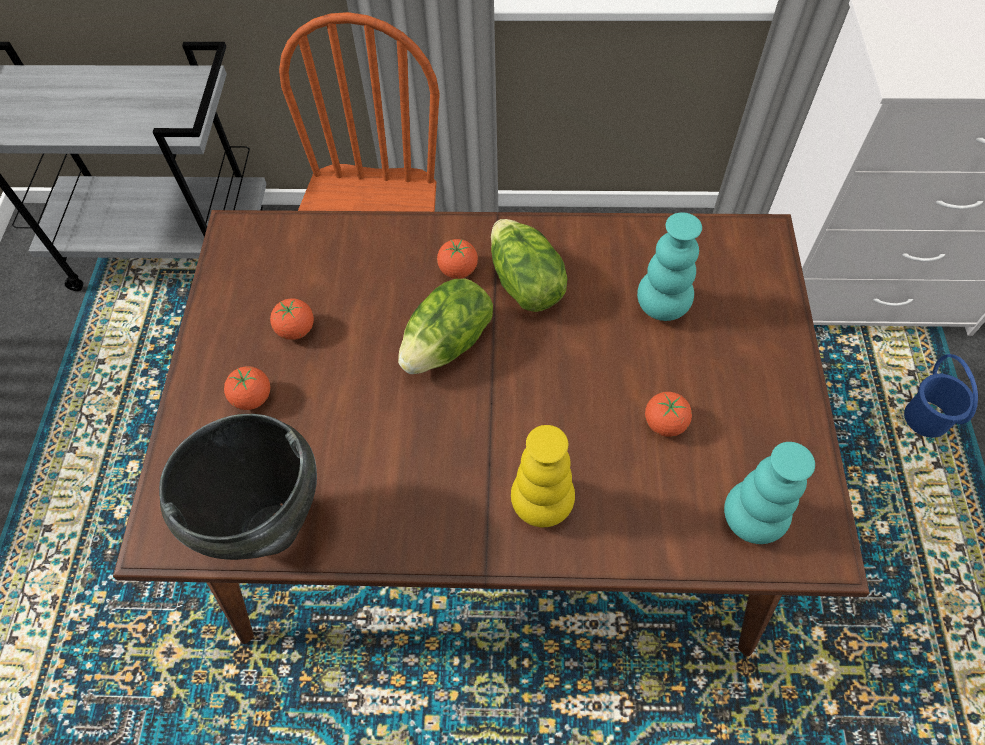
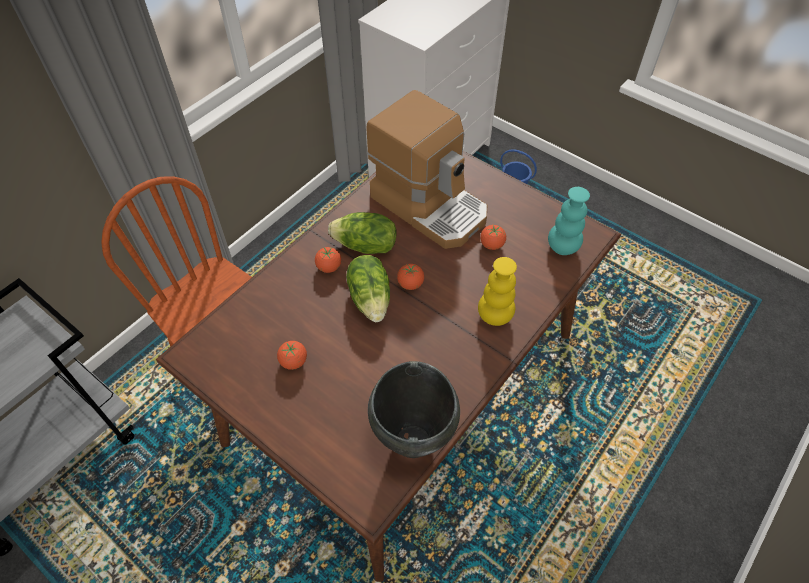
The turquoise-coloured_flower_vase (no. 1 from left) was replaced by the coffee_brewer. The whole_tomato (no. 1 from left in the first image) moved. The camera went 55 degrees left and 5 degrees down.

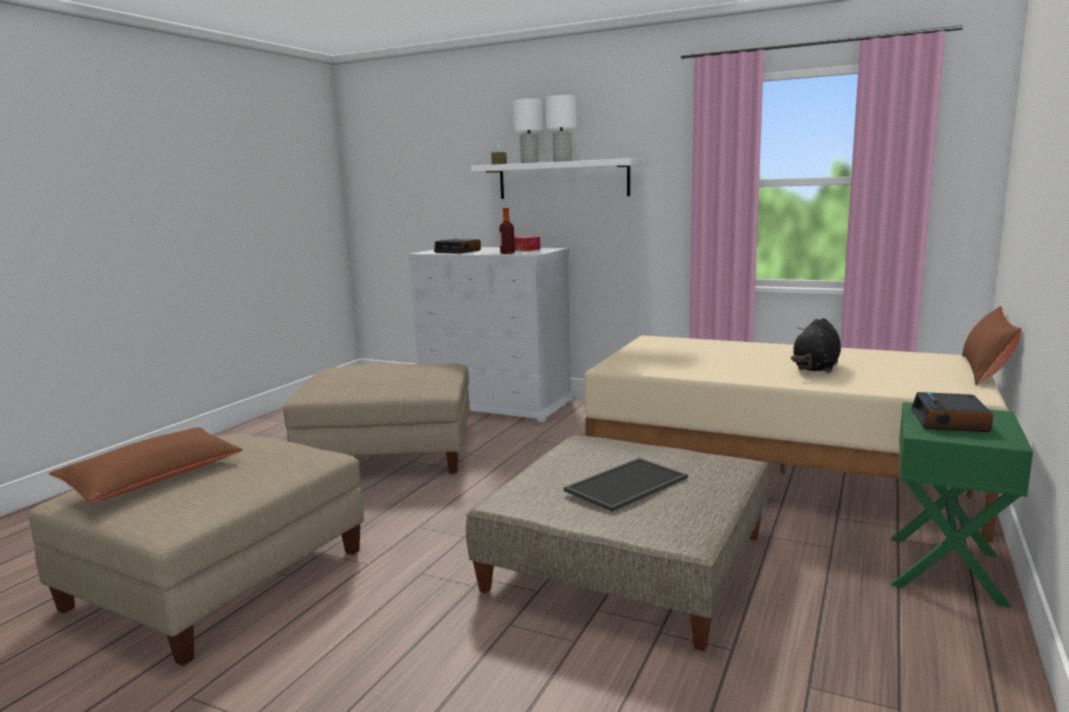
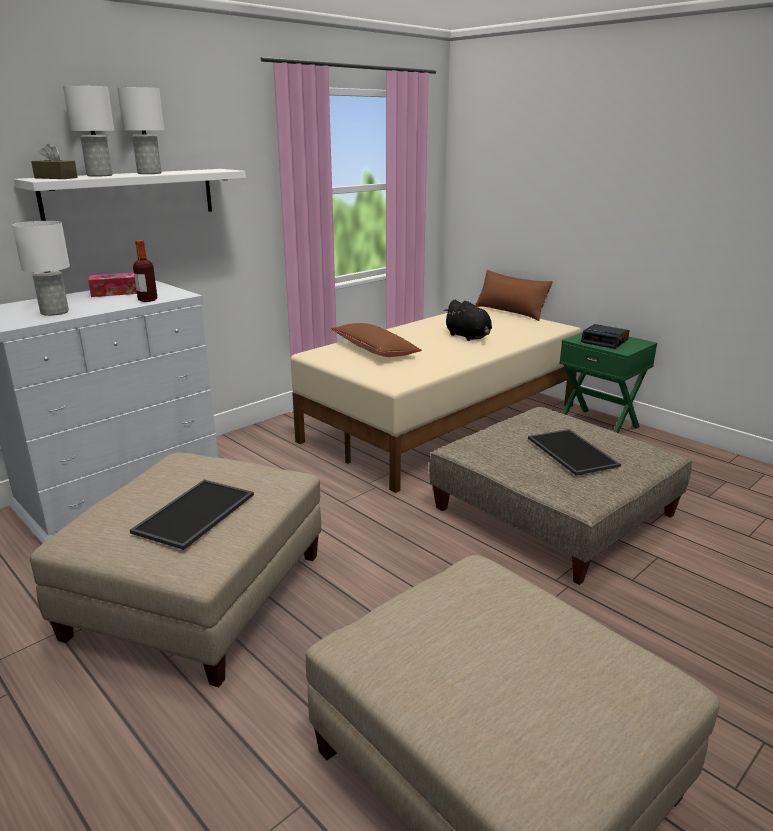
The table_clock (no. 1 from left) was replaced by the white_tabletop_lamp (no. 1 from left). The brown_pillow (no. 1 from left) moved. The serving_tray (no. 1 from left) appeared. The camera went 70 degrees left and 10 degrees up.

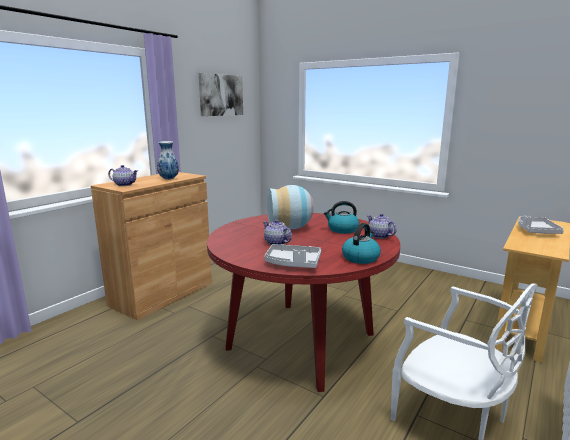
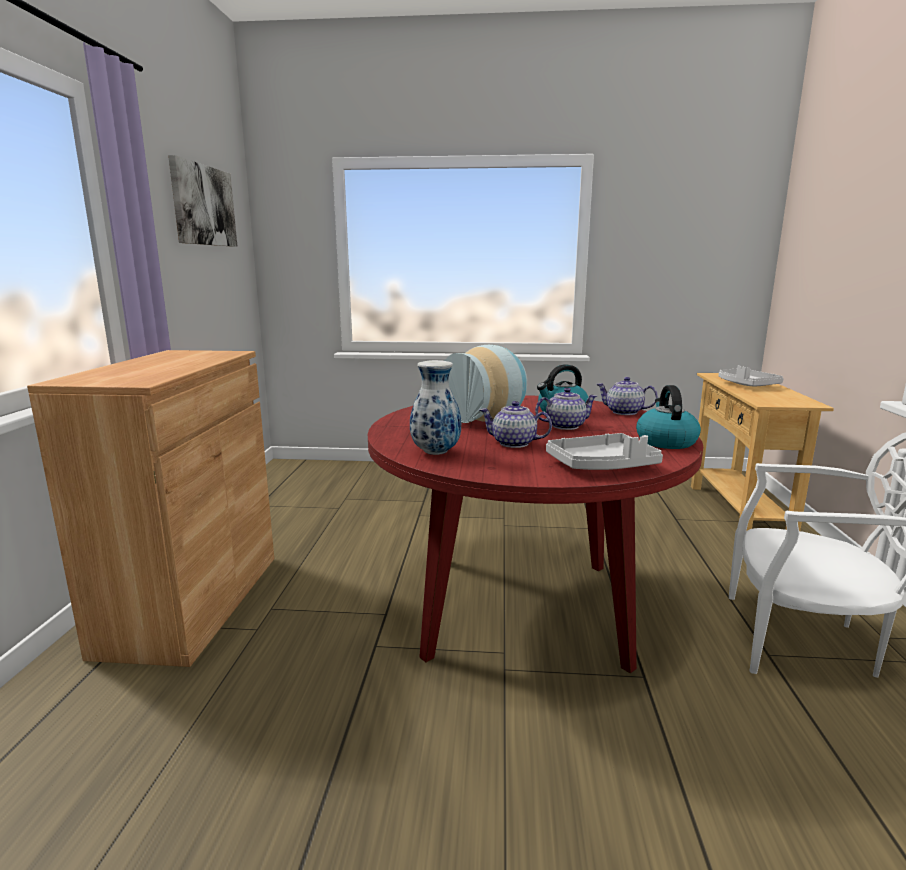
The flower_vase (no. 1 from left) moved. The pot_for_tea (no. 1 from left in the first image) moved. The camera went 30 degrees left and 0 degrees up.

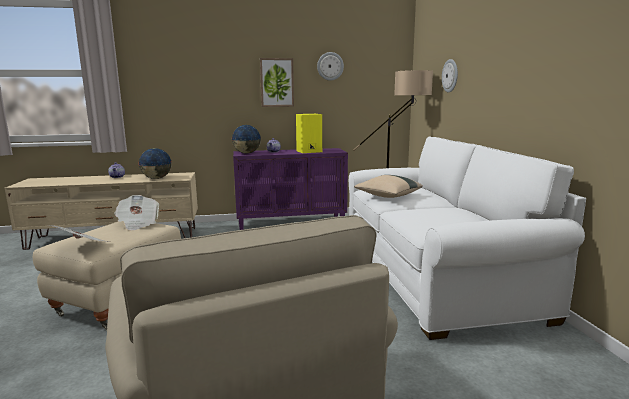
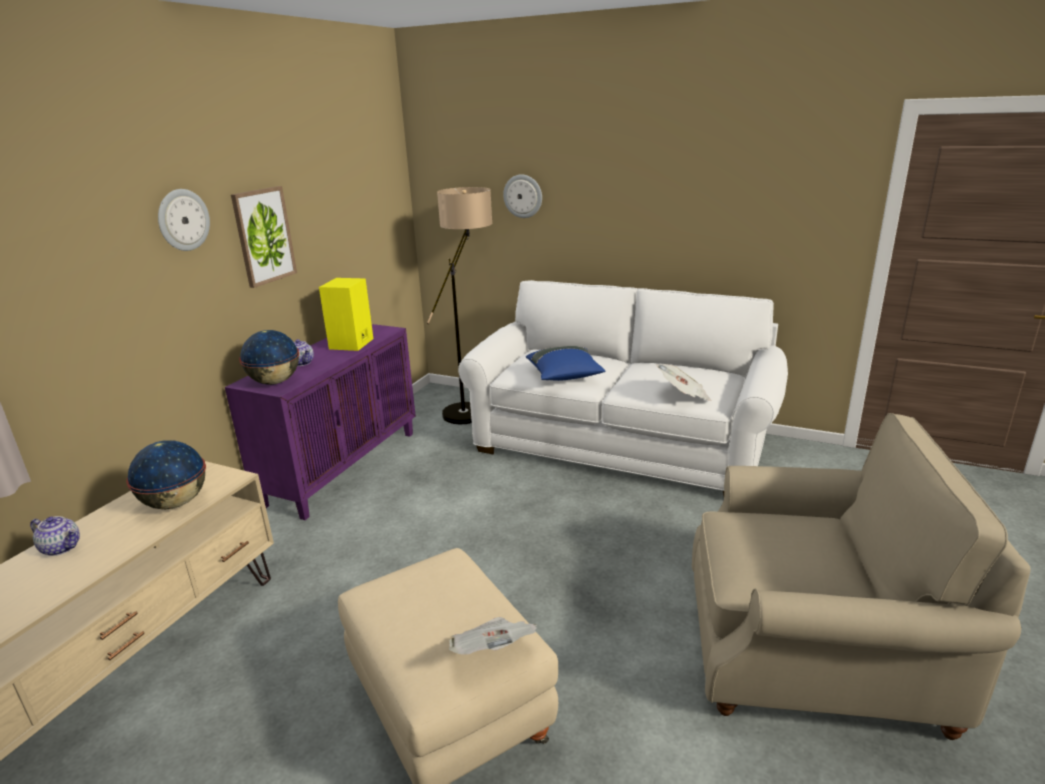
The hanging_clock (no. 1 from left) moved. The beige_pillow became the bluish_pillow. The printed_paper (no. 2 from left) moved. The camera went 55 degrees left and 10 degrees up.

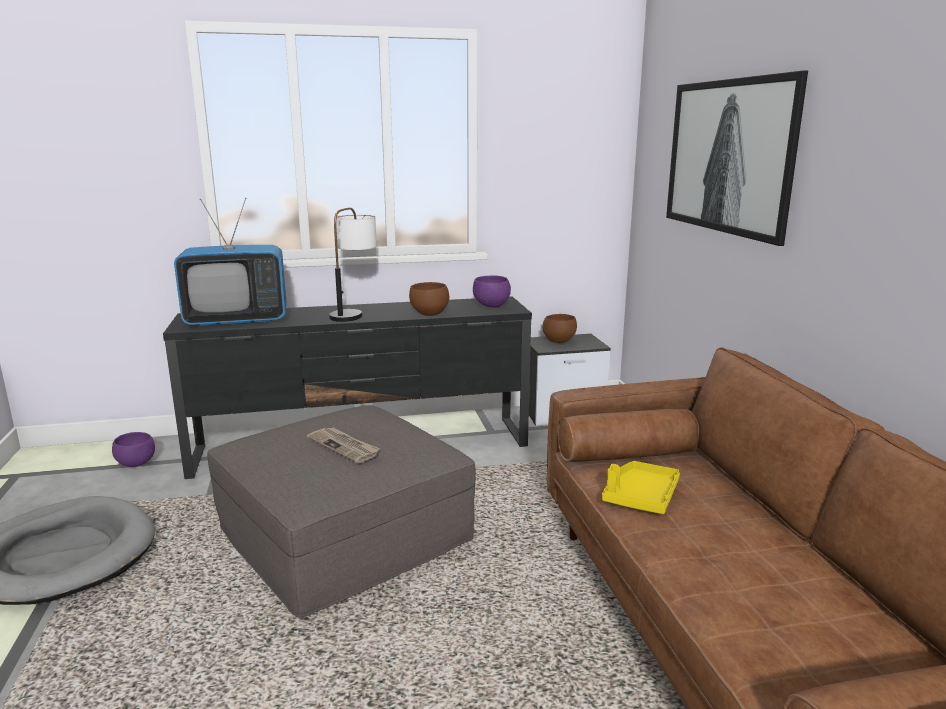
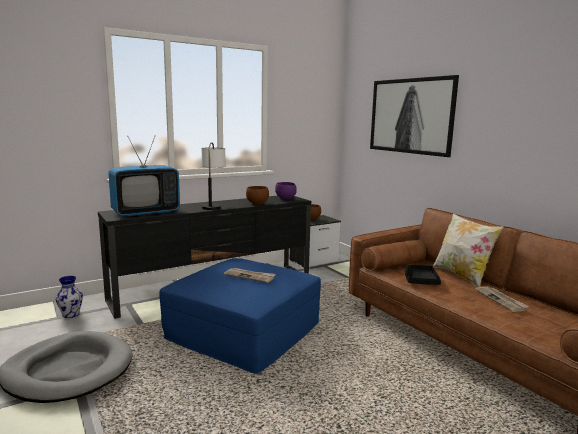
The greyish_footrest became the bluish_footrest. The purple_bowl (no. 1 from left) was replaced by the flower_vase. The yellow_serving_tray became the blackish_serving_tray. The pillow appeared. The printed_paper (no. 2 from left) appeared. The camera went 20 degrees left and 5 degrees down.

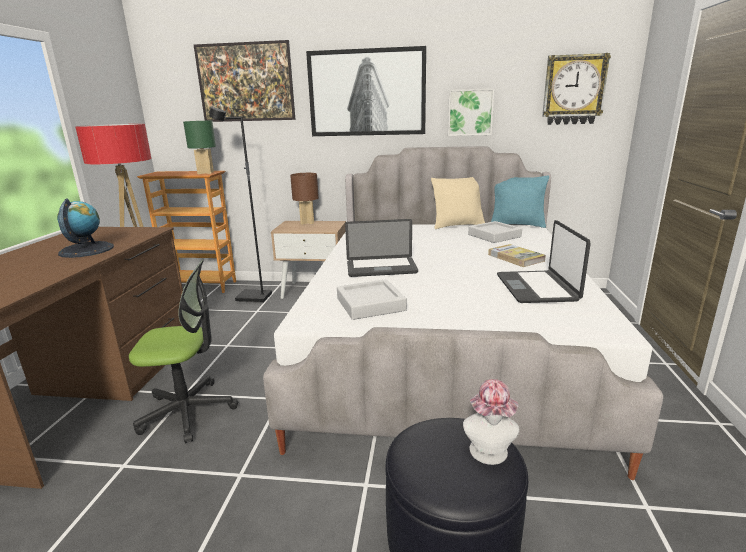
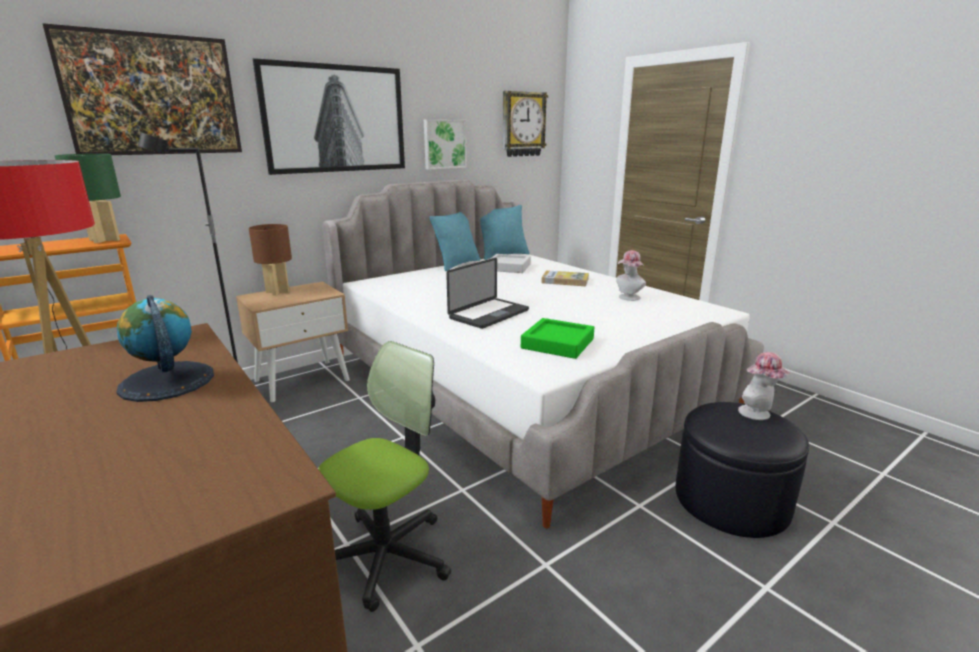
The beige_pillow became the turquoise-coloured_pillow (no. 1 from left). The laptop (no. 2 from left) was replaced by the hat (no. 1 from left). The greyish_serving_tray (no. 1 from left) became the green_serving_tray. The camera went 45 degrees left and 0 degrees up.

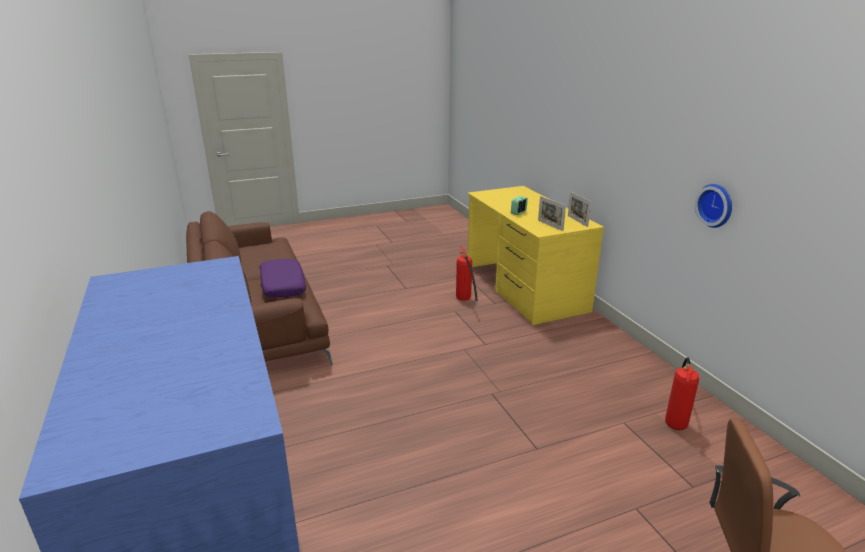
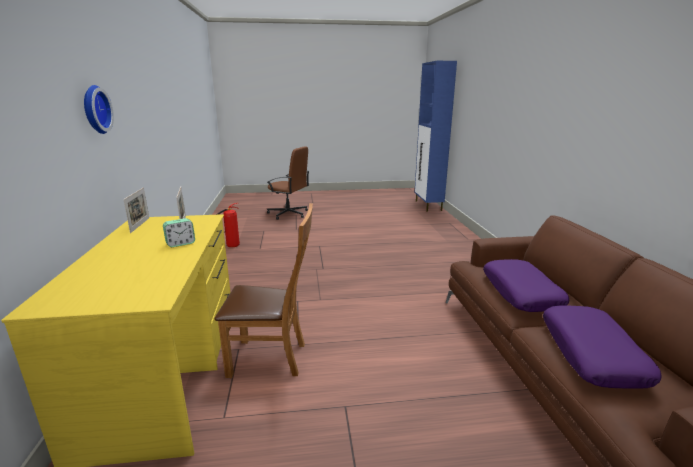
The hanging_clock moved. The extinguisher (no. 1 from left) was replaced by the brown_chair. The purple_pillow (no. 2 from left) appeared. The camera went 165 degrees left and 5 degrees down.

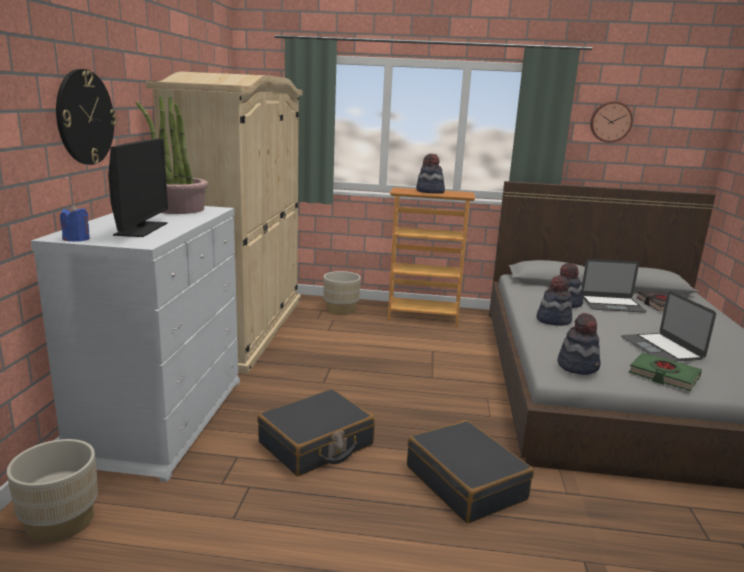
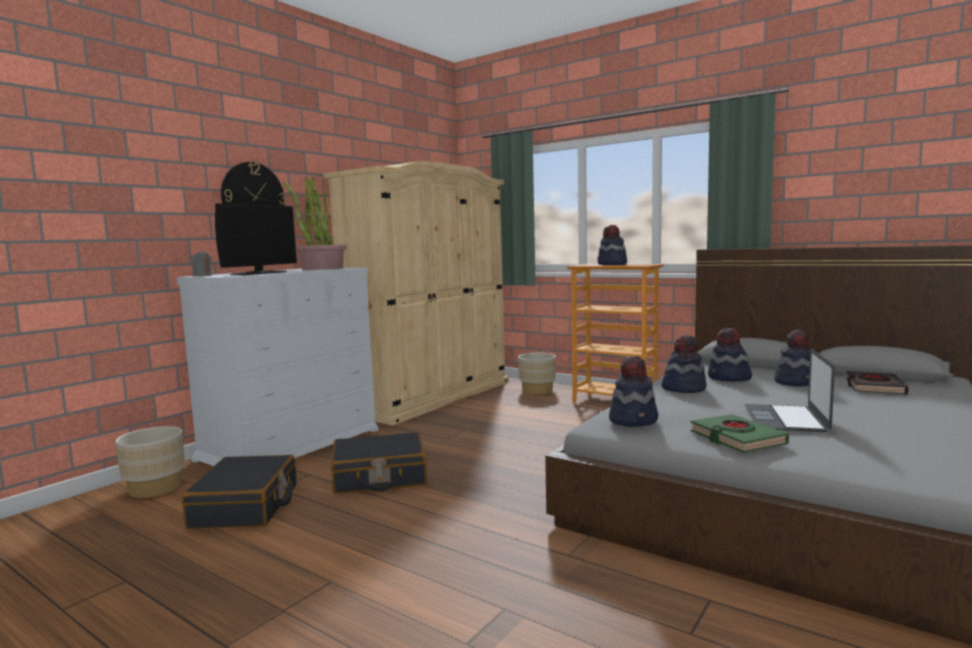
The hanging_clock (no. 2 from left) disappeared. The bluish_wax_candle became the greyish_wax_candle. The laptop (no. 1 from left) was replaced by the hat (no. 5 from left). The blackish_travel_case (no. 2 from left in the first image) moved. The camera went 30 degrees right and 10 degrees down.

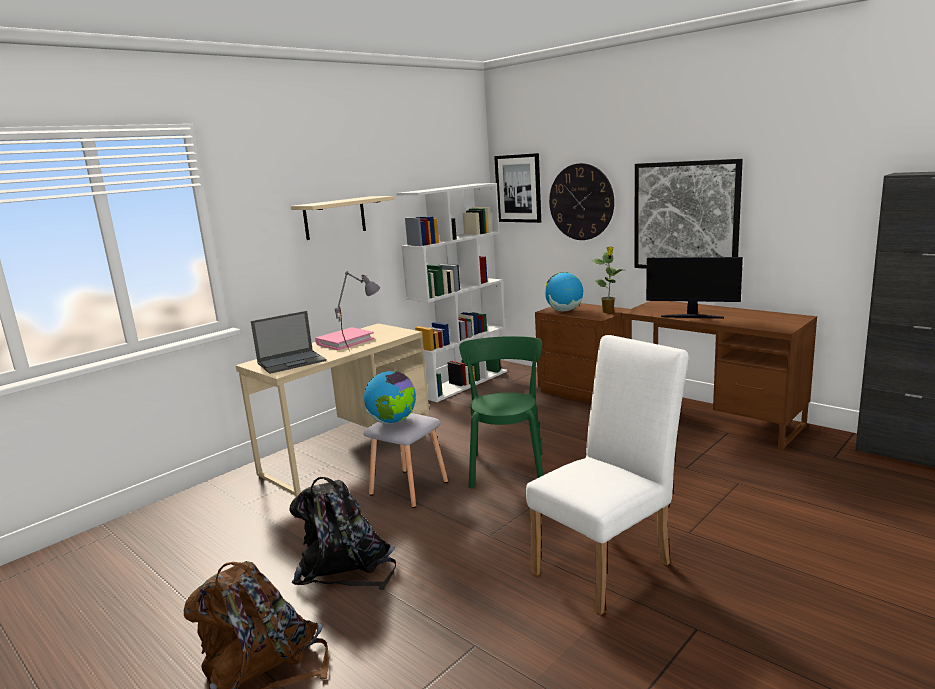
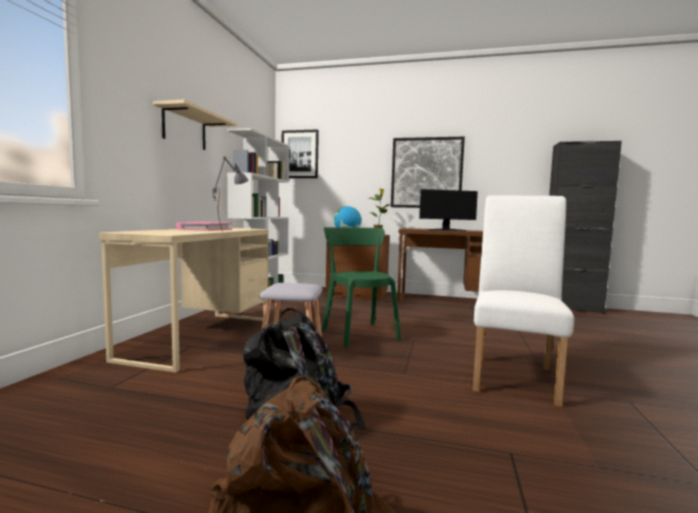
The hanging_clock disappeared. The laptop disappeared. The desk_globe (no. 1 from left) disappeared. The camera went 30 degrees left and 10 degrees down.

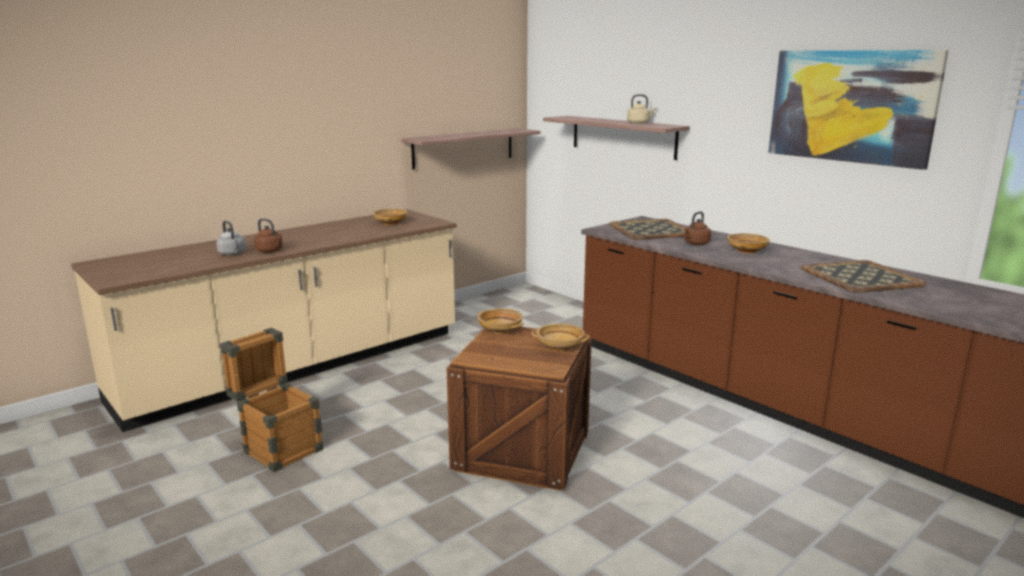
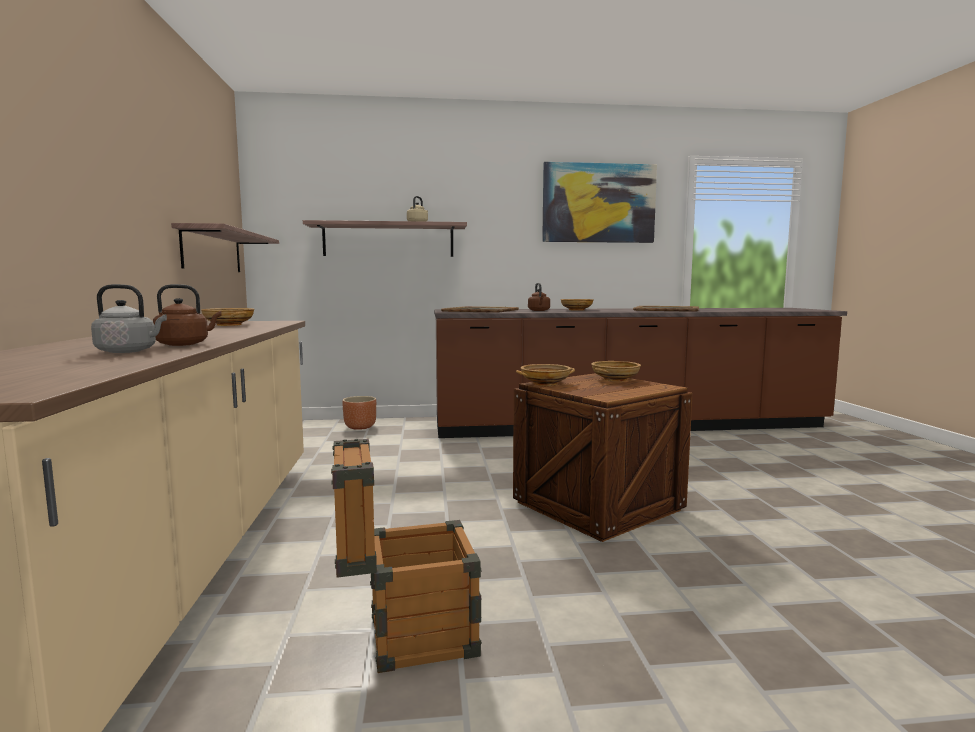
The brown_planter appeared. The camera went 55 degrees left and 10 degrees down.

